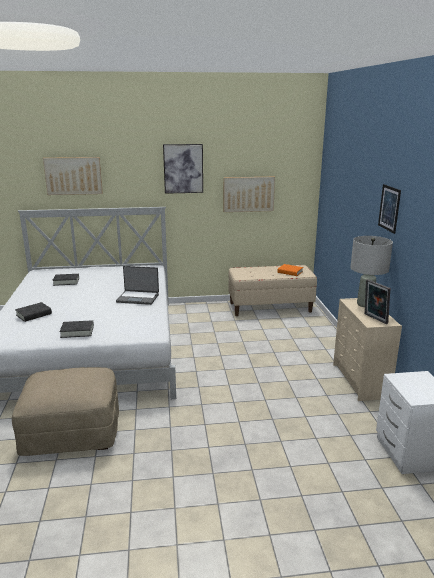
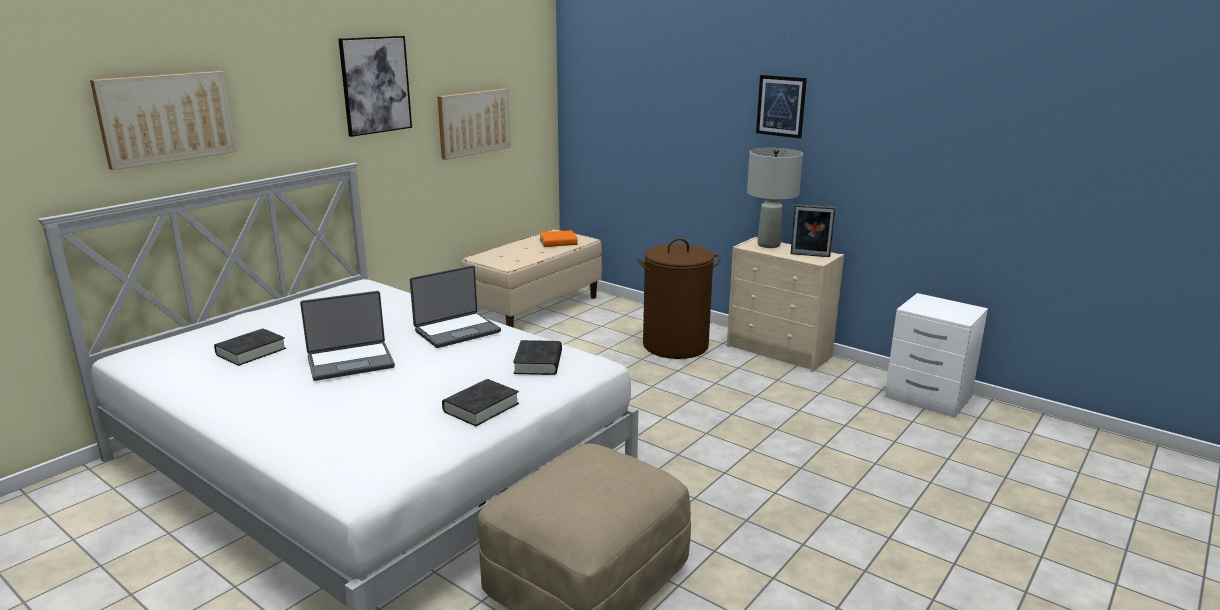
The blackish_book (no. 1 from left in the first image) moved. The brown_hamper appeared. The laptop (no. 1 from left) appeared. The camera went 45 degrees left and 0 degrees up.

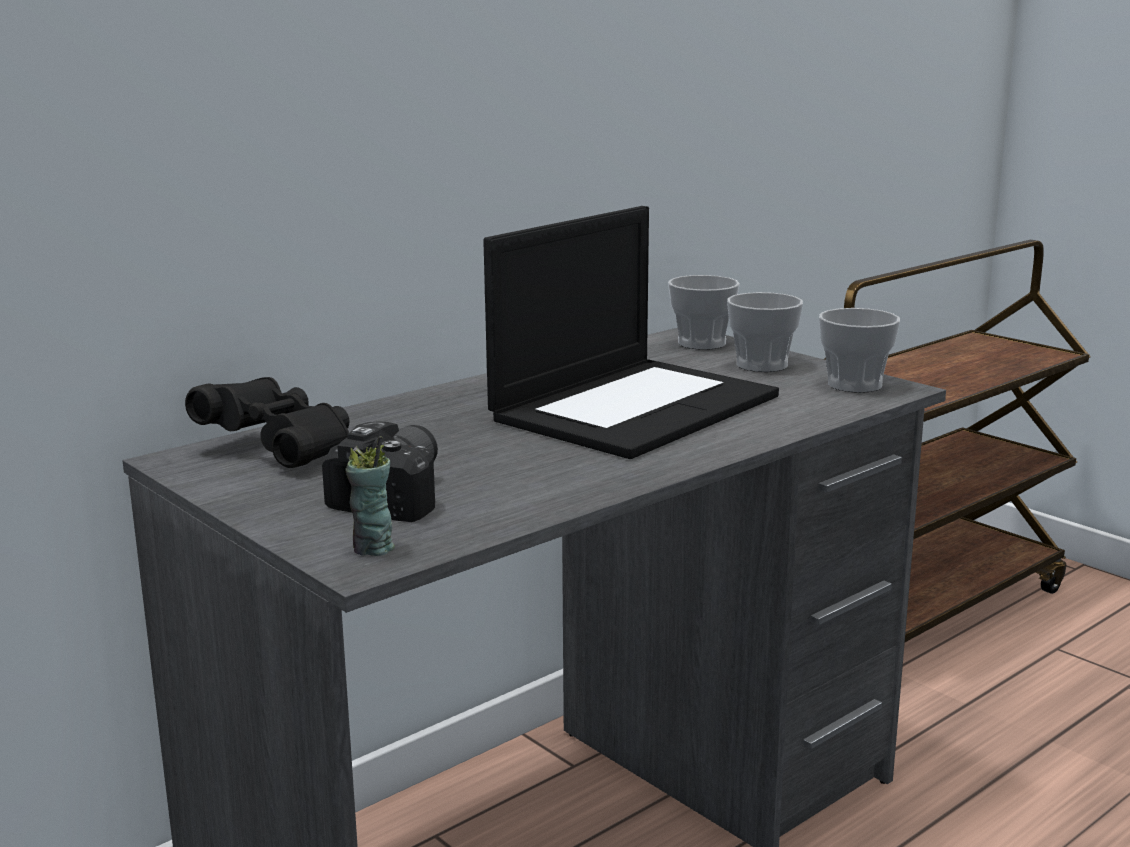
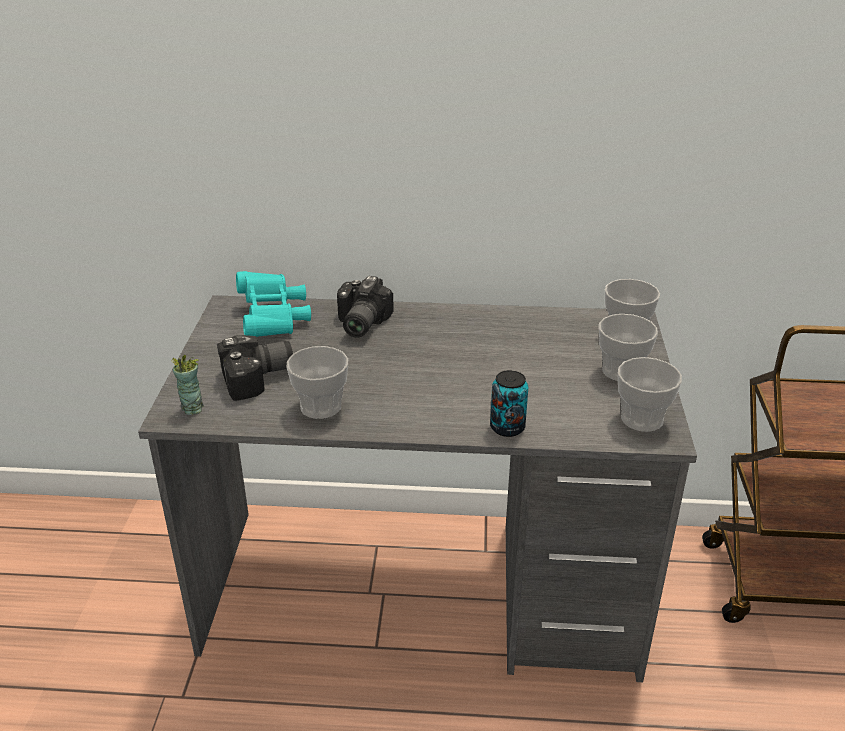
The laptop disappeared. The blackish_binoculars became the turquoise-coloured_binoculars. The still_camera (no. 2 from left) appeared. The cup (no. 2 from left) appeared. The sealed_can appeared. The camera went 45 degrees right and 15 degrees up.

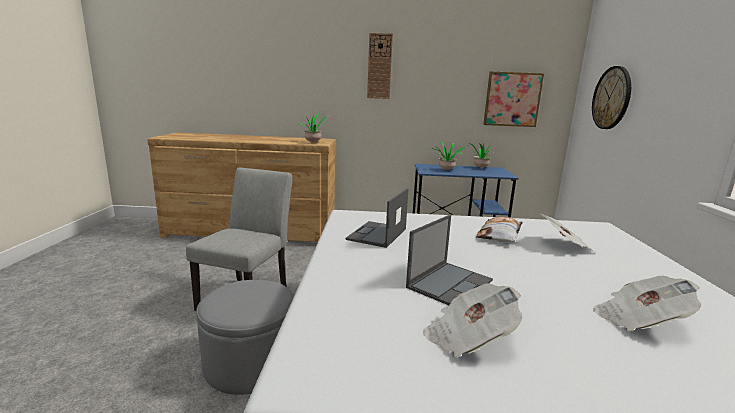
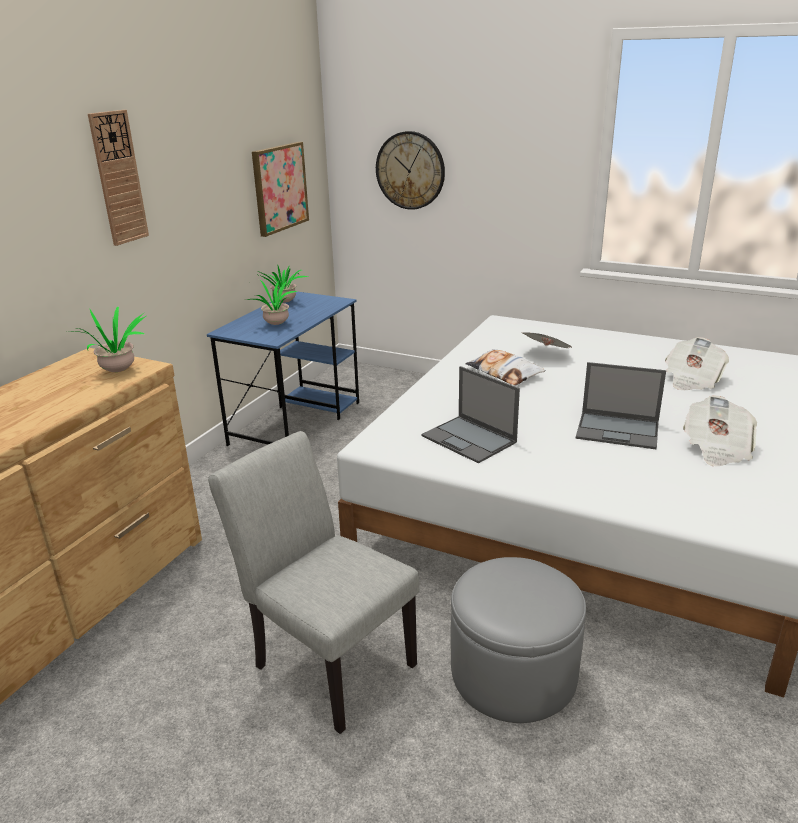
The laptop (no. 2 from left) turned 135 degrees clockwise. The camera went 65 degrees left and 10 degrees up.

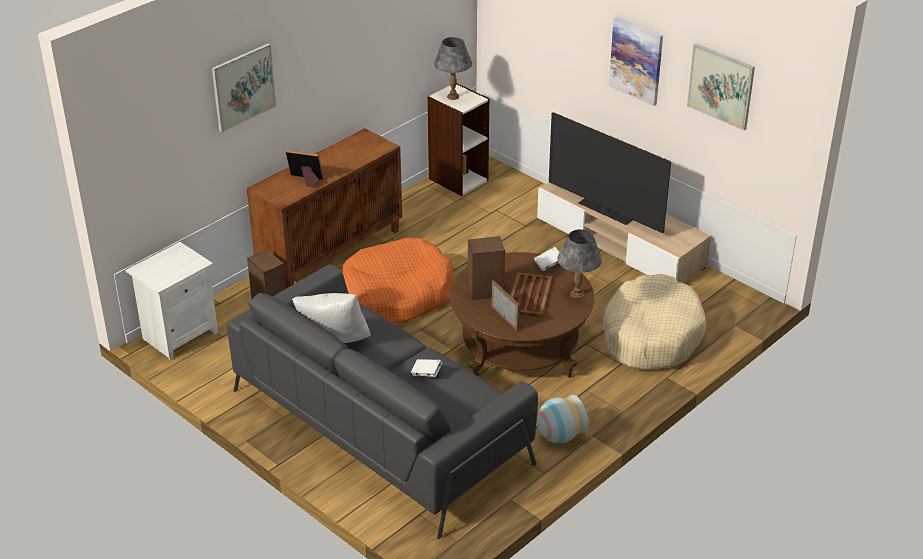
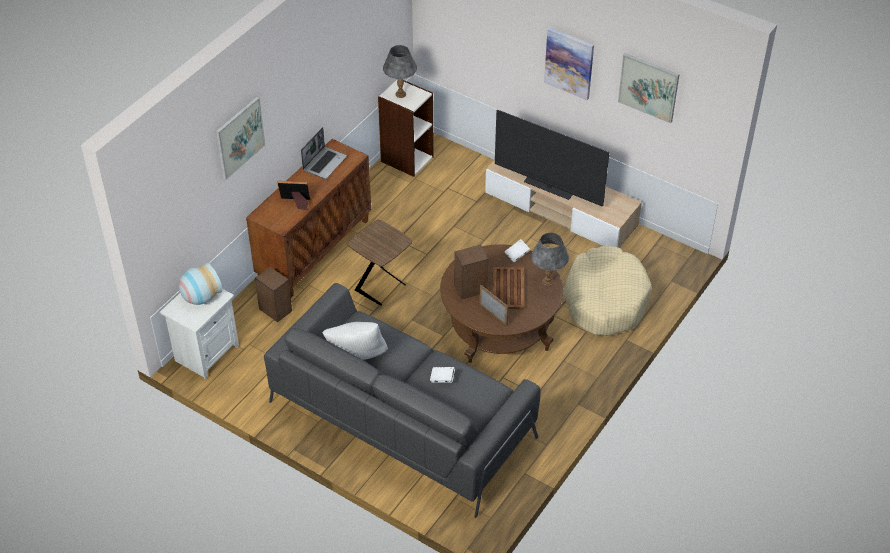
The orangey_dog_bed was replaced by the brown_side_table. The flower_vase moved. The laptop appeared. The camera went 10 degrees left and 10 degrees up.

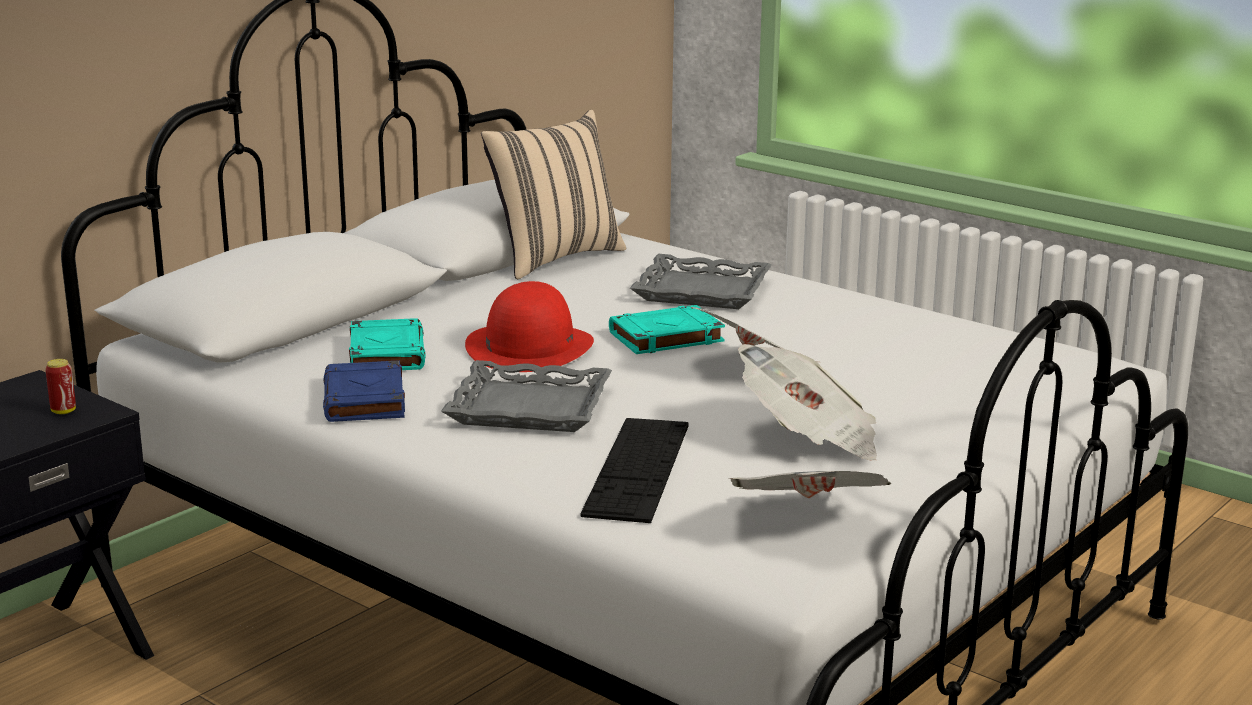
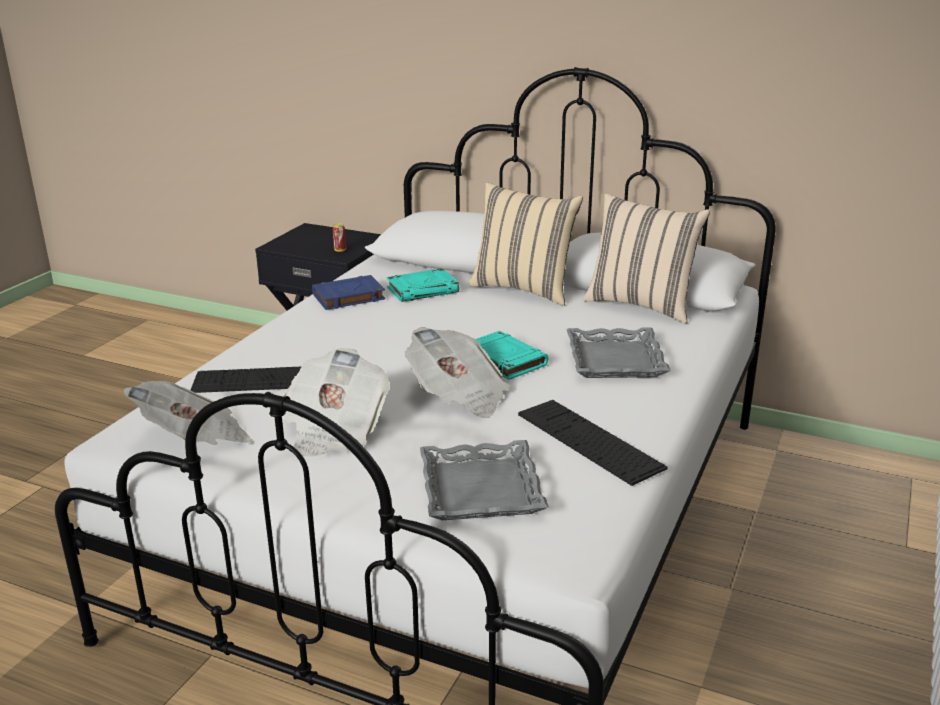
The reddish_hat disappeared. The greyish_serving_tray (no. 1 from left) moved. The beige_pillow (no. 1 from left) appeared. The PC_keyboard (no. 2 from left) appeared. The camera went 75 degrees right and 5 degrees up.

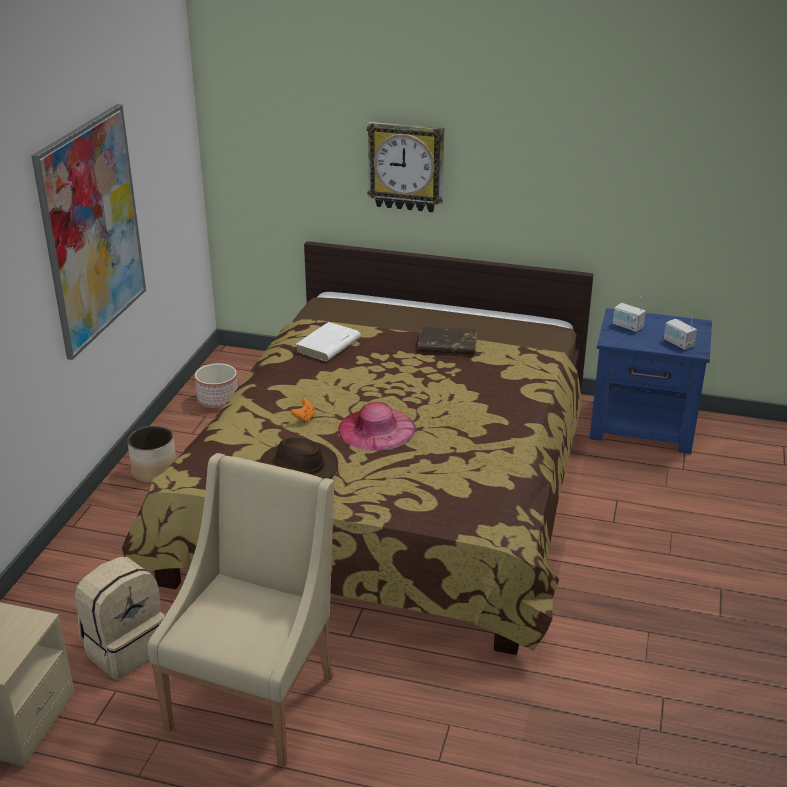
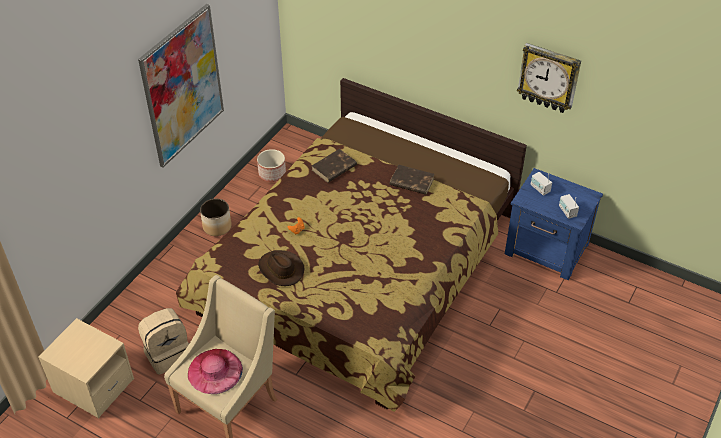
The hanging_clock moved. The white_book became the brown_book (no. 1 from left). The pinkish_hat moved. The camera went 15 degrees right and 15 degrees up.

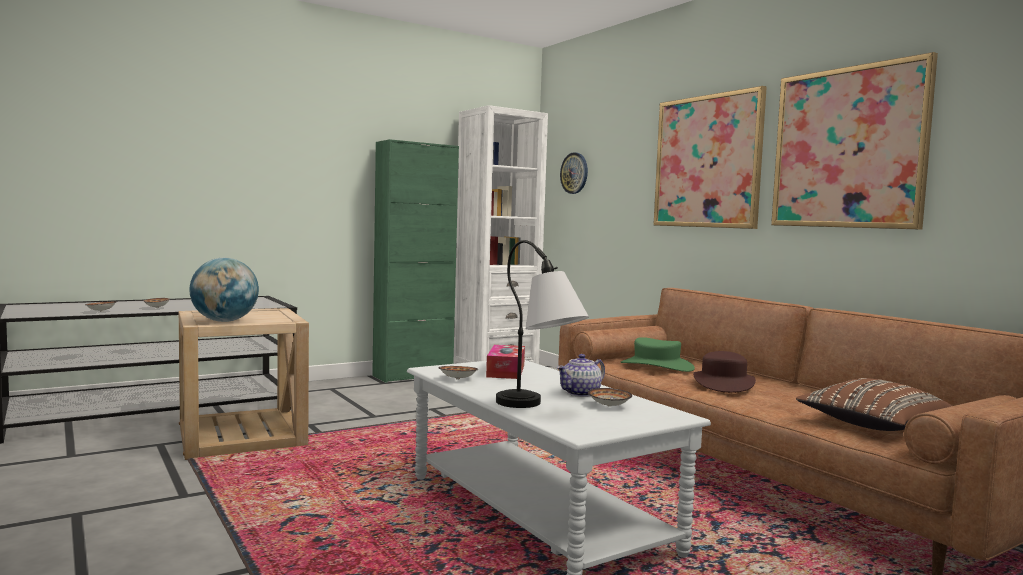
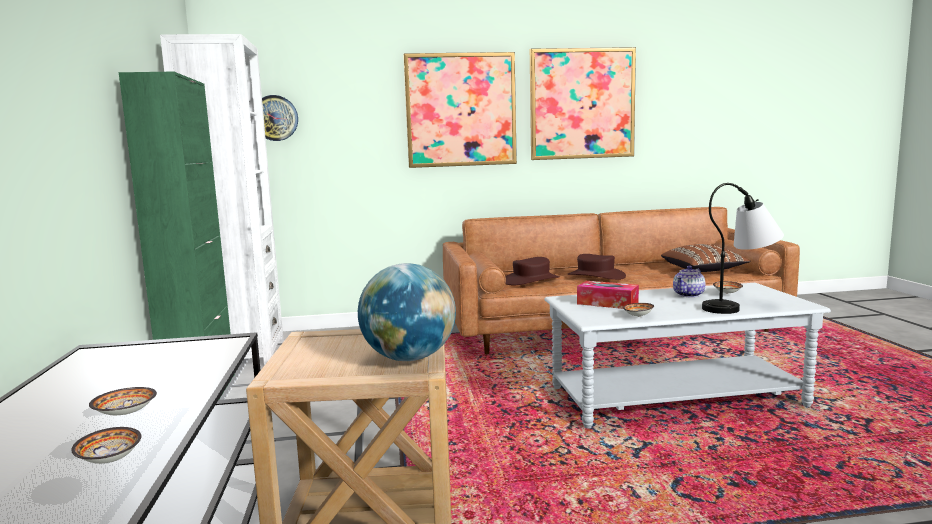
The green_hat became the brown_hat (no. 1 from left). The pot_for_tea turned 60 degrees clockwise. The camera went 65 degrees left and 5 degrees up.

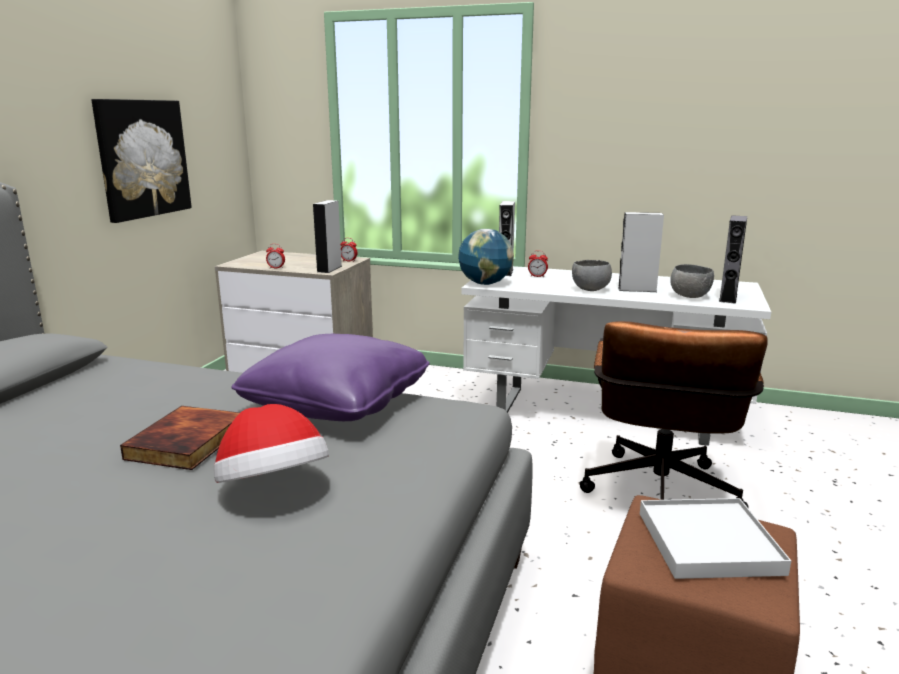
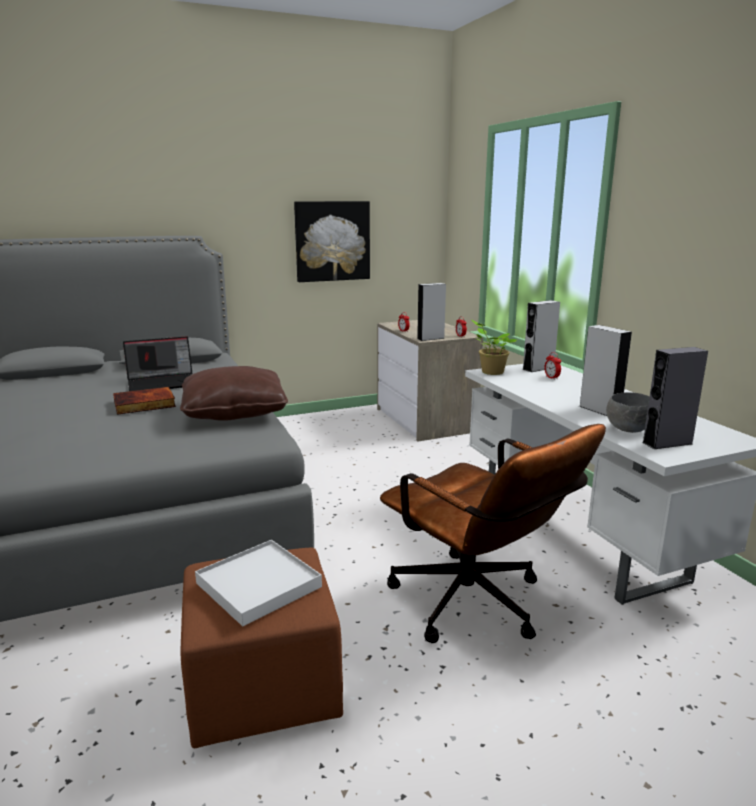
The desk_globe was replaced by the potted_plant. The greyish_bowl (no. 1 from left) disappeared. The brown_office_chair turned 105 degrees counterclockwise. The purple_pillow became the brown_pillow. The hat disappeared. The laptop appeared. The camera went 50 degrees right and 0 degrees up.

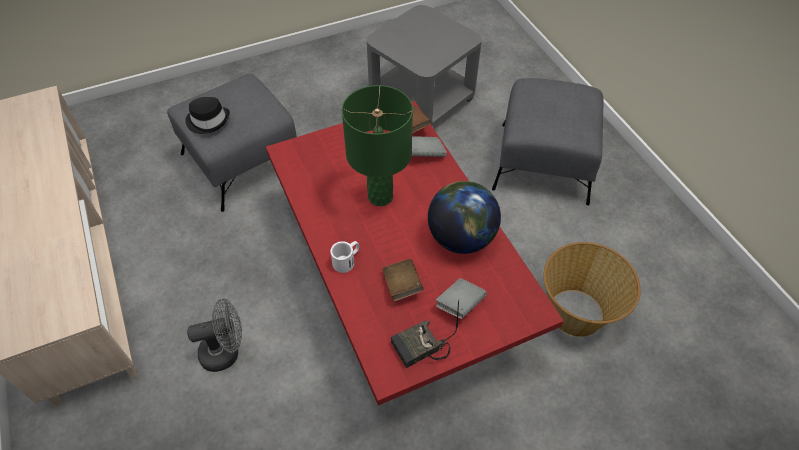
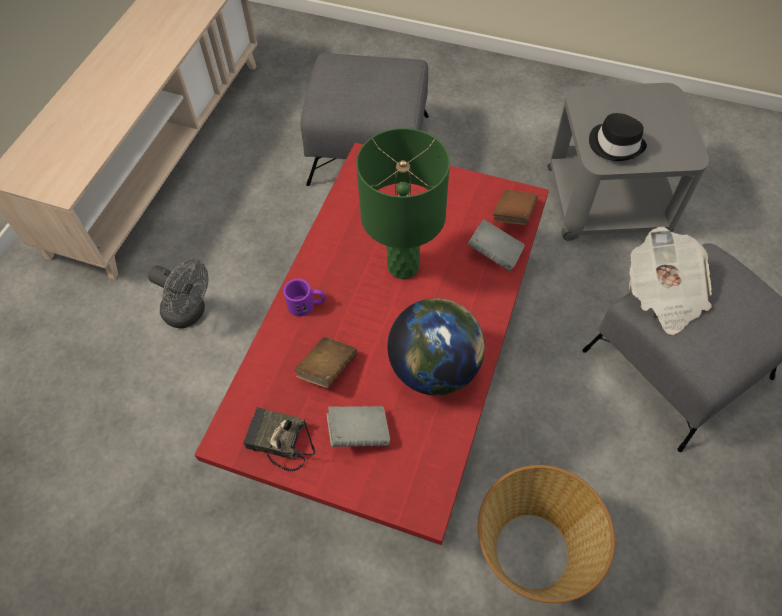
The blackish_hat moved. The white_coffee_mug became the purple_coffee_mug. The printed_paper appeared. The camera went 45 degrees right and 5 degrees up.

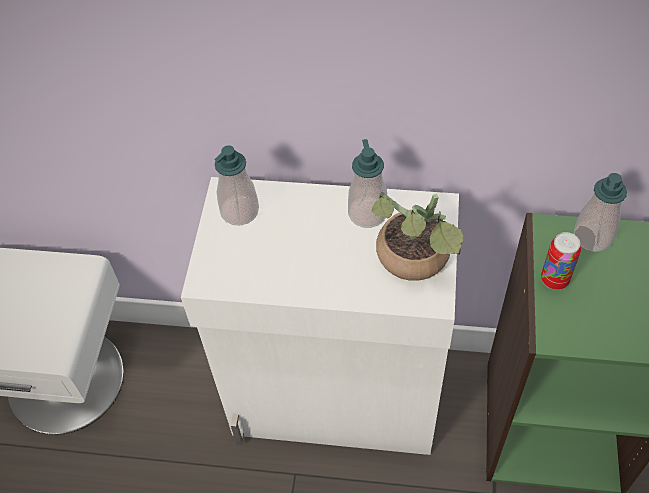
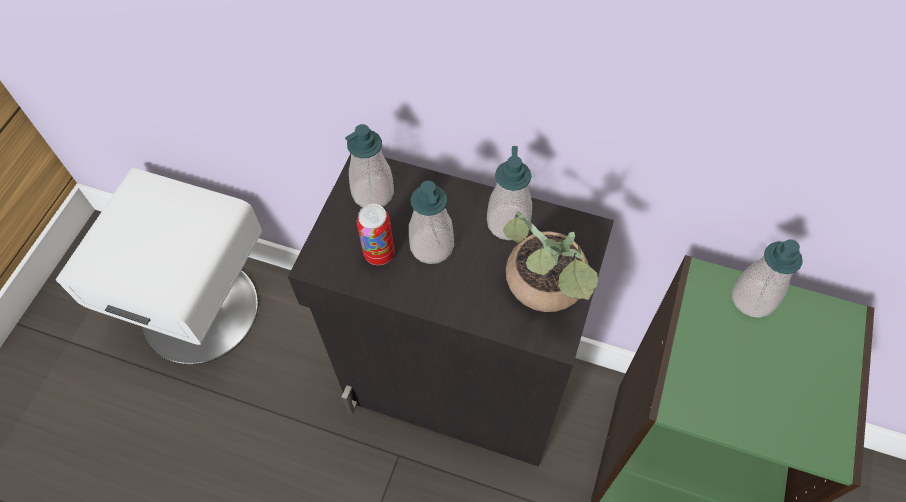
The white_storage_cabinet became the blackish_storage_cabinet. The sealed_can moved. The soap_dispenser (no. 2 from left) appeared. The camera went 10 degrees right and 5 degrees up.

